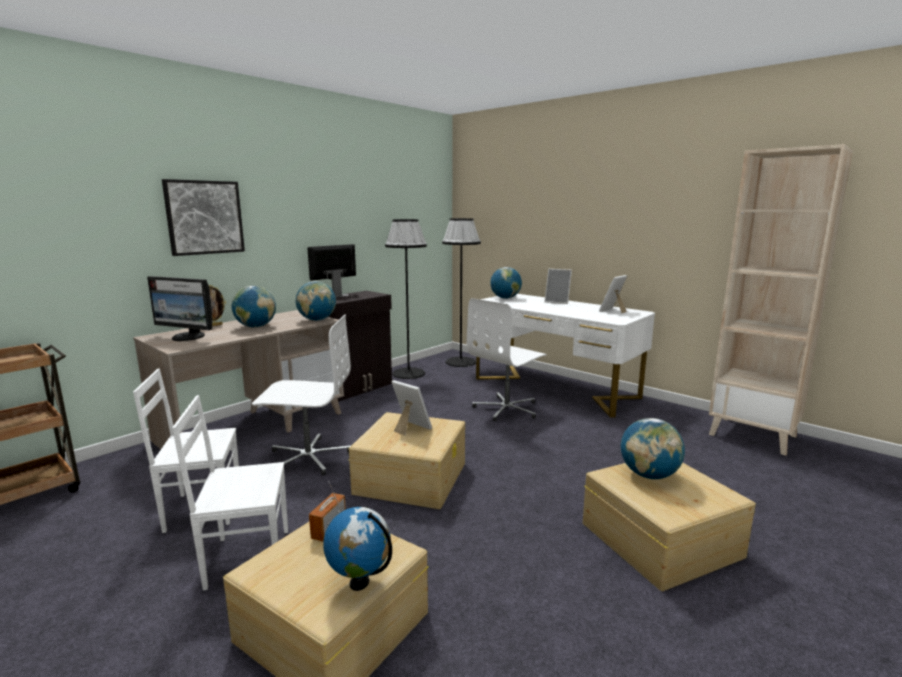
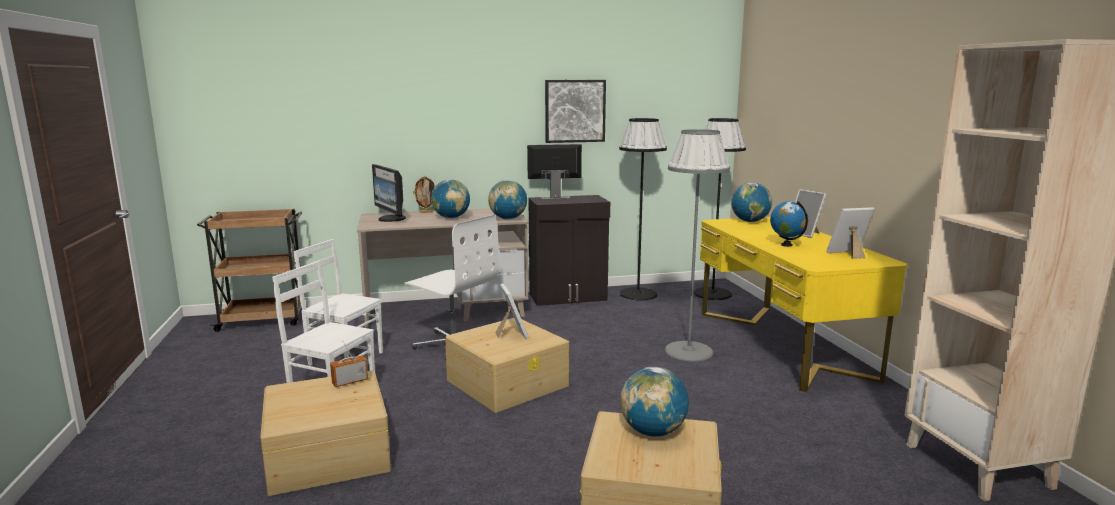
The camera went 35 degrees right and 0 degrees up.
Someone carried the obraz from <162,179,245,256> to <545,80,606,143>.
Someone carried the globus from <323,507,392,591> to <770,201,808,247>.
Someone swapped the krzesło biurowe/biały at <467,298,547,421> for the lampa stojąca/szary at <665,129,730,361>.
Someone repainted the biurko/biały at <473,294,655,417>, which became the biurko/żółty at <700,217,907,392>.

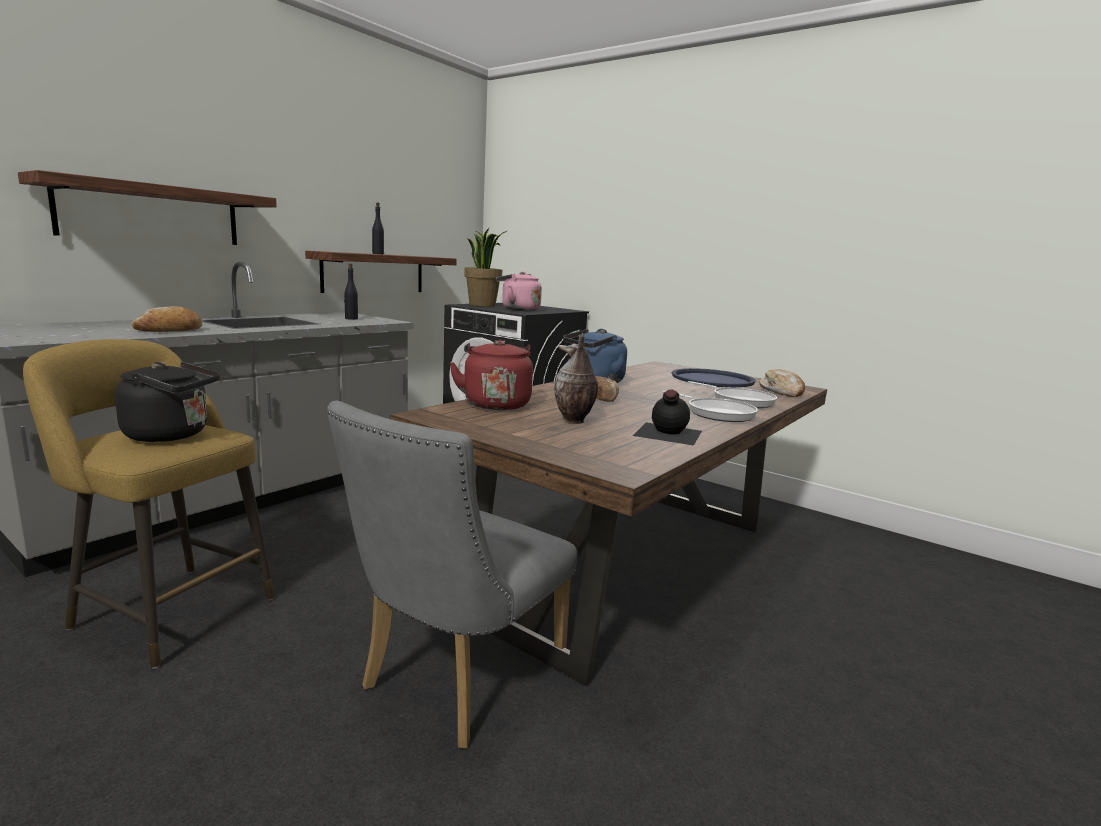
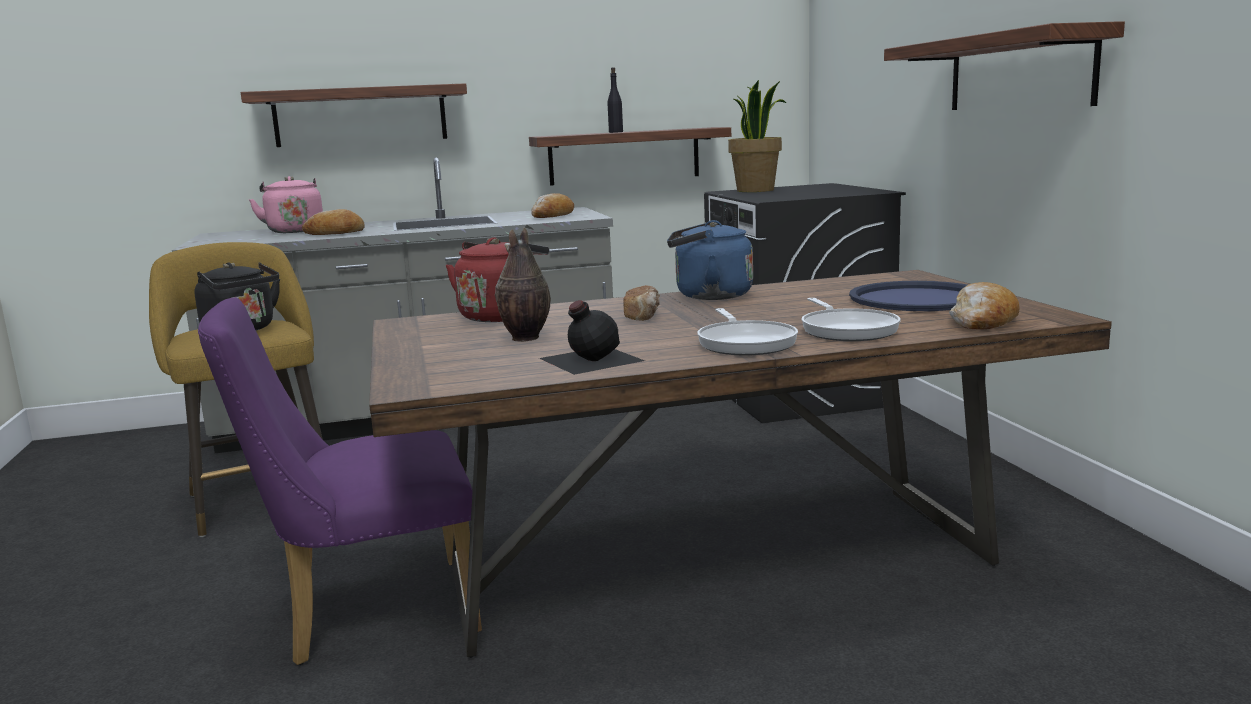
The camera went 40 degrees right and 0 degrees up.
Someone put up the półka at <884,21,1125,110>.
Someone carried the czajnik/różowy from <496,271,542,311> to <249,176,323,233>.
Someone swapped the butelka/czarny at <344,263,358,320> for the chleb at <531,193,574,218>.
Someone repainted the krzesło/szary at <327,401,577,749>, which became the krzesło/fioletowy at <198,297,482,665>.

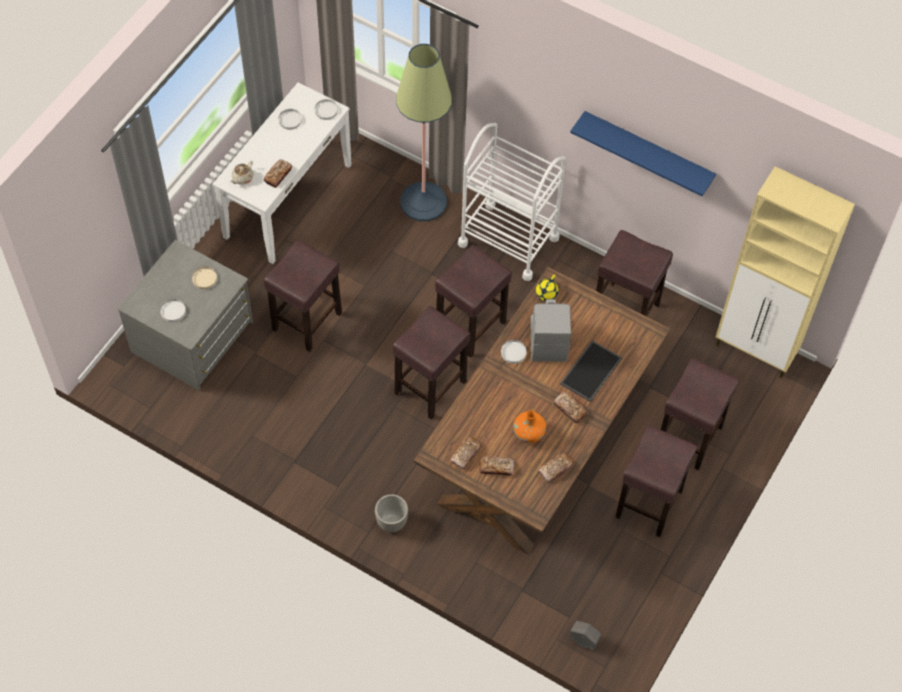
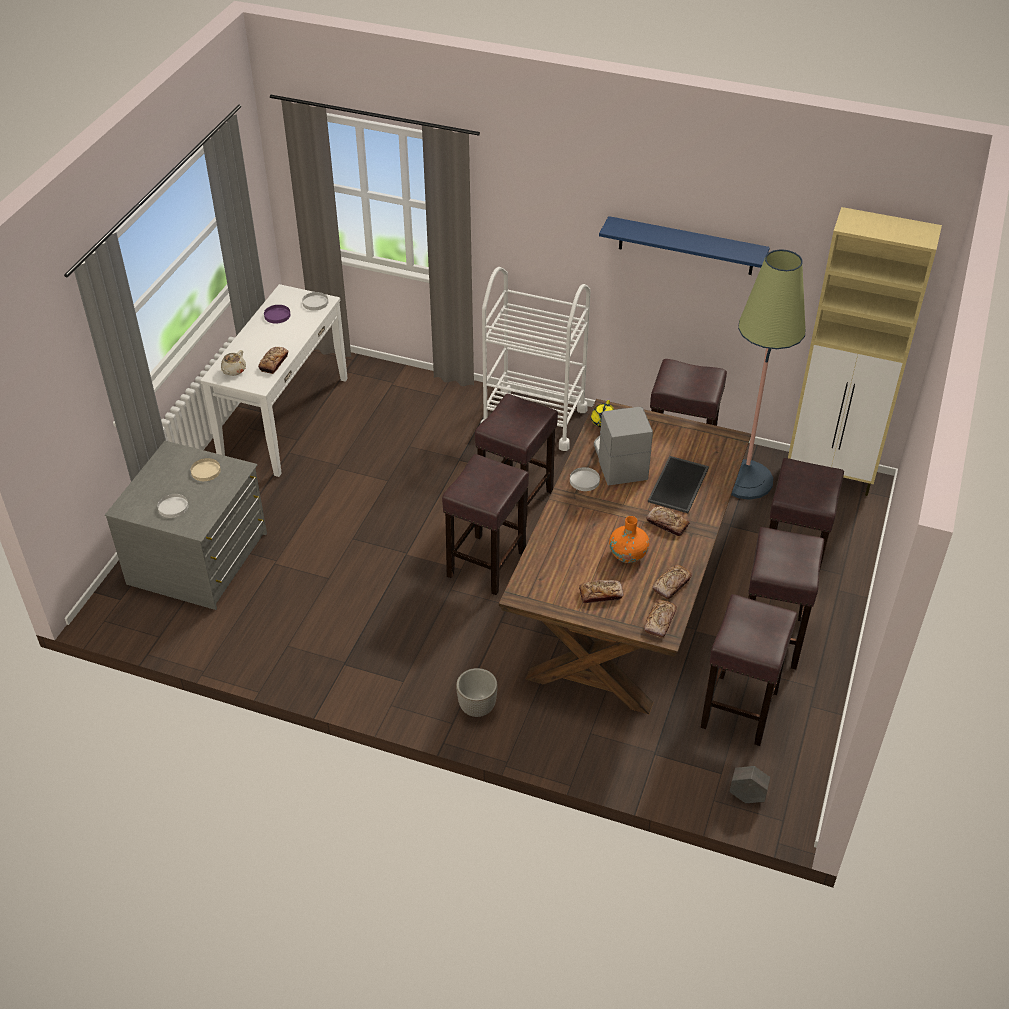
The camera went 10 degrees left and 15 degrees down.
Someone carried the stołek/brązowy from <264,240,342,352> to <700,594,798,746>.
Someone carried the lampa stojąca from <396,44,452,221> to <731,249,806,500>.
Someone carried the chleb from <450,436,482,469> to <644,599,677,638>.
Someone repainted the talerz/biały at <278,109,302,130>, which became the talerz/fioletowy at <264,305,291,324>.

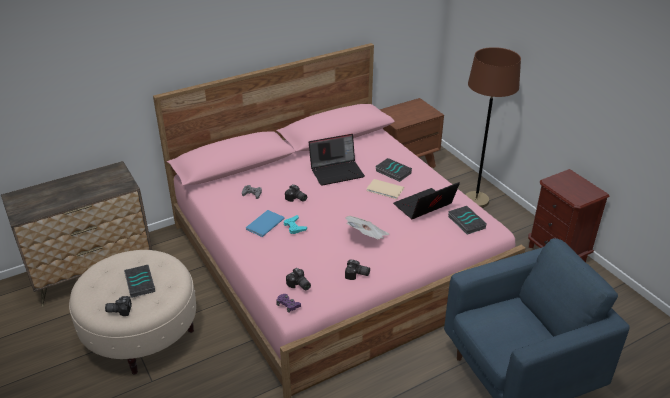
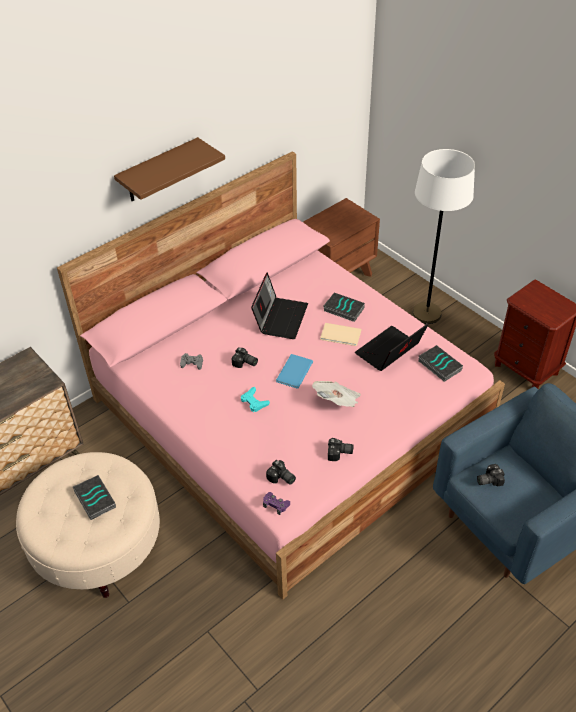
The camera went 10 degrees left and 10 degrees up.
Someone put up the półka/brązowy at <114,137,225,201>.
Someone carried the aparat fotograficzny from <105,296,132,316> to <477,464,505,486>.
Someone carried the książka/niebieski from <246,210,285,237> to <276,354,313,389>.
Someone repainted the lampa stojąca/brązowy at <465,47,521,208>, which became the lampa stojąca/biały at <412,149,475,324>.
Someone rotated the laptop at <309,134,365,186> by 45 degrees counterclockwise.

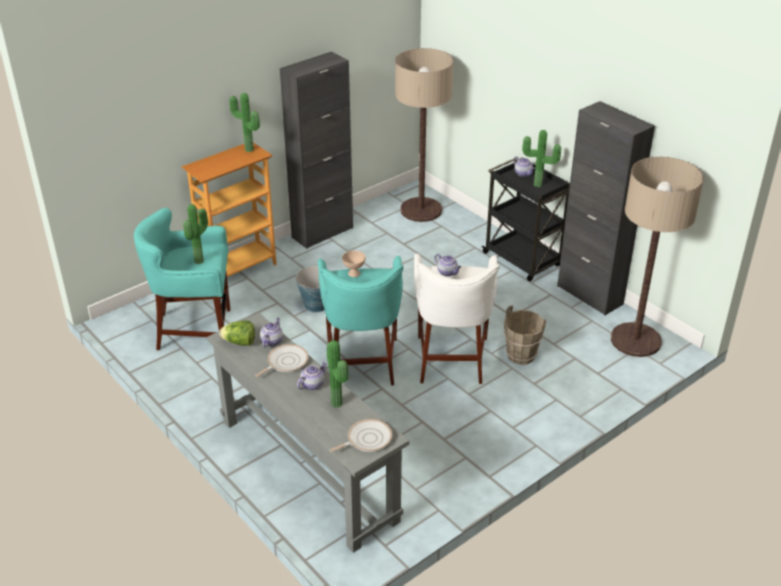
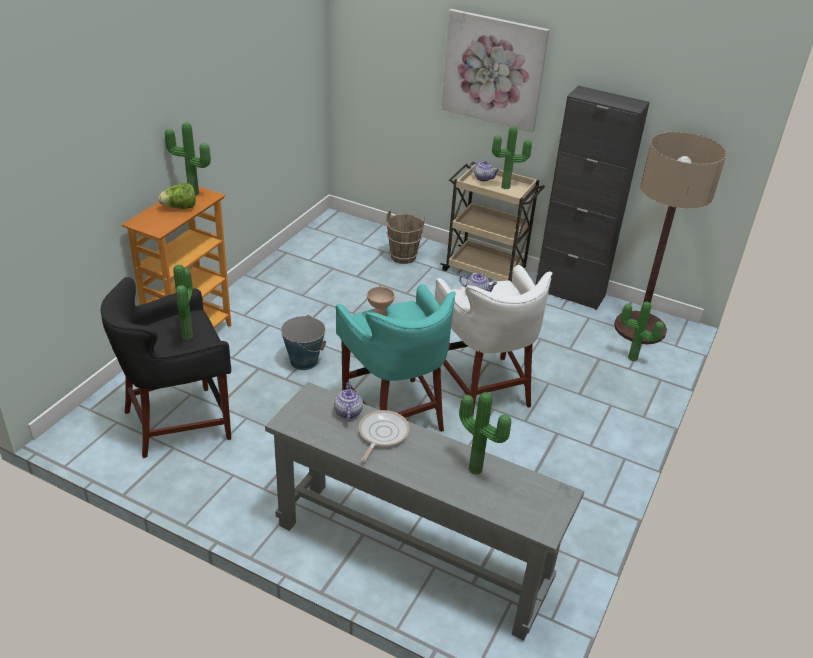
The camera went 25 degrees left and 0 degrees up.
Someone took away the szafka/czarny at <280,51,353,249>.
Someone took away the imbryk at <297,362,327,390>.
Someone took away the patelnia at <330,419,392,452>.
Someone took away the lampa stojąca at <395,48,454,222>.
Someone put up the obraz at <441,9,549,133>.
Someone put down the roślina doniczkowa at <621,302,664,361>.
Someone carried the sałata from <219,320,255,346> to <158,183,196,209>.
Someone carried the wiadro/brązowy from <504,306,546,365> to <386,211,425,264>.
Someone repainted the stołek/turkusowy at <134,208,230,350>, which became the stołek/czarny at <101,277,231,458>.
Someone repainted the wózek/czarny at <481,157,570,281>, which became the wózek/beżowy at <441,162,545,282>.

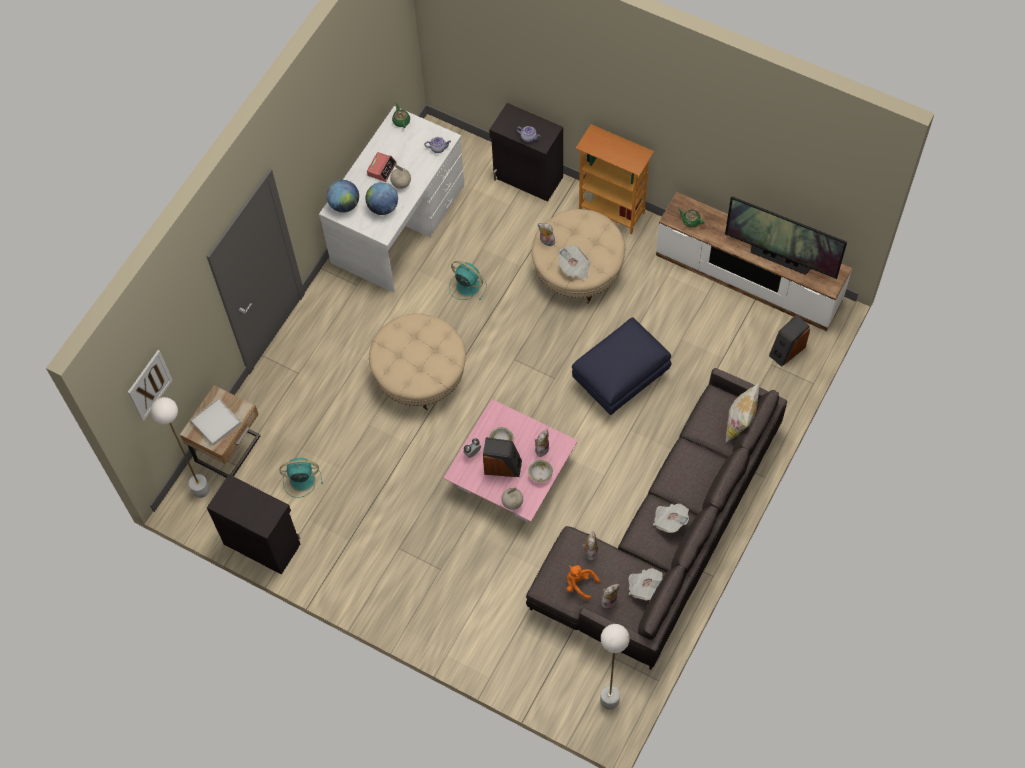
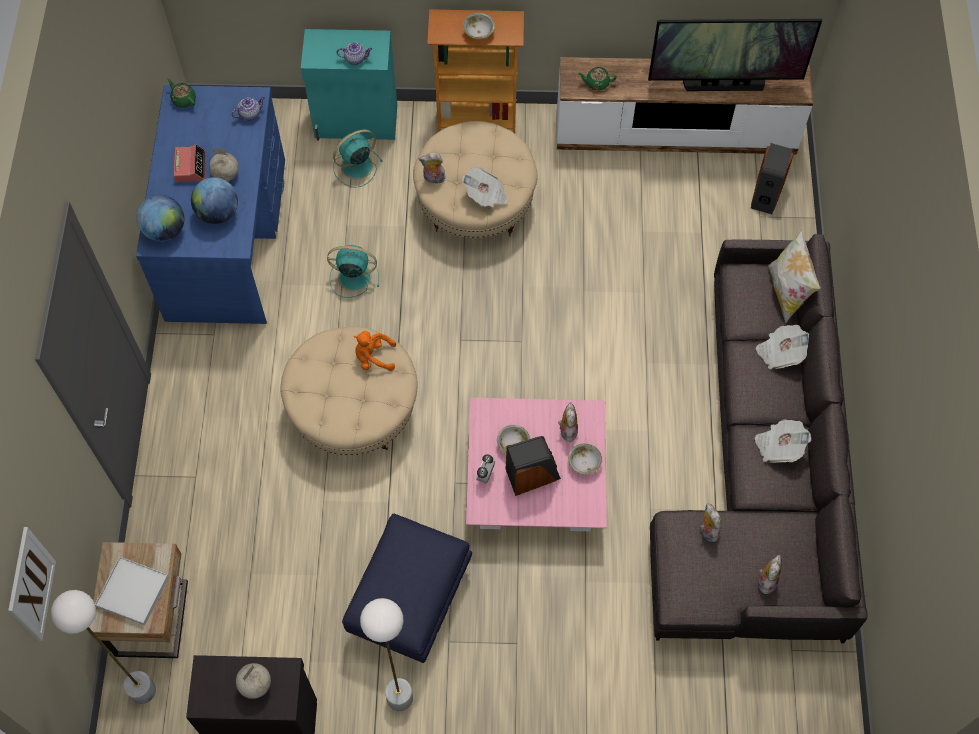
The camera went 30 degrees left and 0 degrees up.
Someone put down the miska at <463,13,495,39>.
Someone carried the wentylator/turkusowy from <280,458,323,498> to <333,129,383,188>.
Someone carried the globus from <502,488,523,510> to <236,663,271,699>.
Someone carried the pluszak/pomarańczowy from <566,565,600,600> to <354,331,396,371>.
Someone carried the pufa/niebieski from <572,318,672,415> to <342,514,472,663>.
Someone carried the lampa stojąca/biały from <600,624,630,710> to <360,598,413,711>.
Someone carried the gazeta from <629,568,663,600> to <756,325,809,369>.
Someone repainted the biurko/biały at <319,106,464,293>, which became the biurko/niebieski at <136,85,285,324>.
Someone repainted the szafka/czarny at <489,103,563,202>, which became the szafka/turkusowy at <301,29,397,140>.

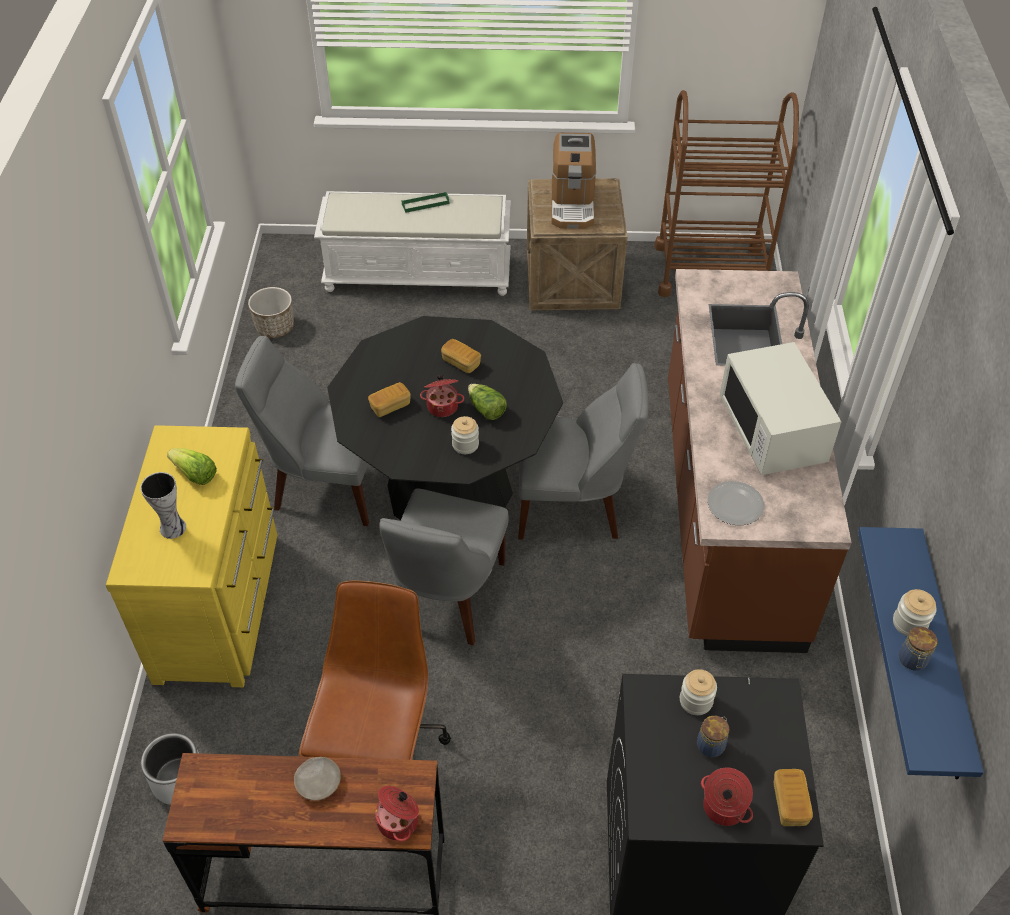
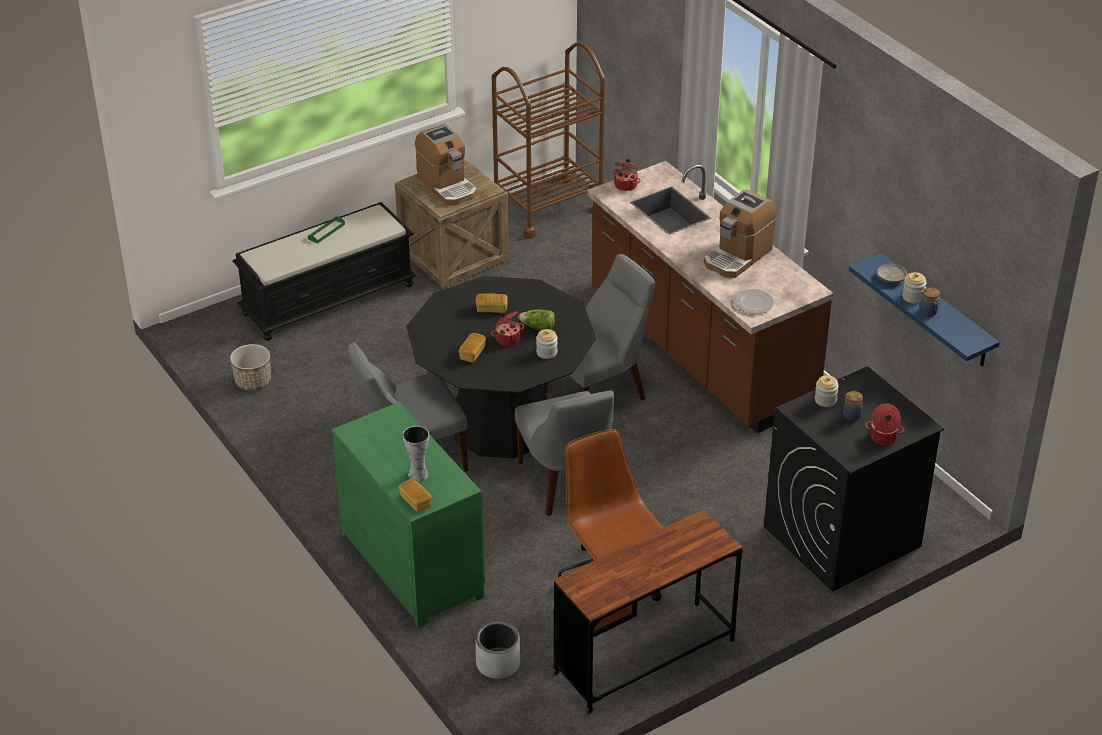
The camera went 35 degrees left and 10 degrees down.
Someone took away the sałata at <167,448,217,485>.
Someone carried the talerz/beżowy from <294,757,341,801> to <877,264,907,283>.
Someone carried the garnek from <374,786,419,842> to <612,159,641,191>.
Someone carried the chleb from <774,769,813,826> to <399,479,432,512>.
Someone swapped the mikrofalówka/biały at <720,342,842,475> for the ekspres do kawy at <704,189,777,278>.
Someone repainted the komoda/żółty at <105,425,277,687>, which became the komoda/zielony at <331,402,485,628>.
Someone repainted the ławka/biały at <314,191,511,296>, which became the ławka/czarny at <232,202,416,341>.

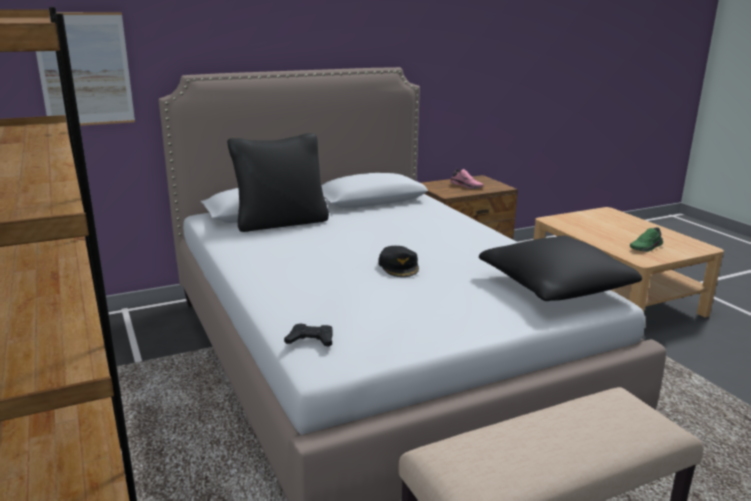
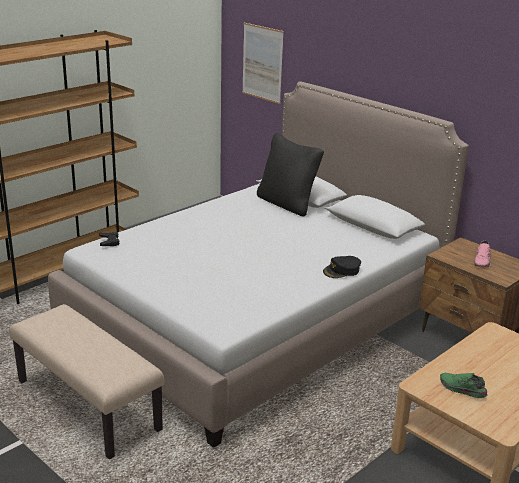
The camera went 70 degrees right and 5 degrees up.
Someone took away the poduszka/czarny at <479,236,642,301>.
Someone carried the czapka z daszkiem/czarny from <379,246,419,277> to <323,256,361,278>.

